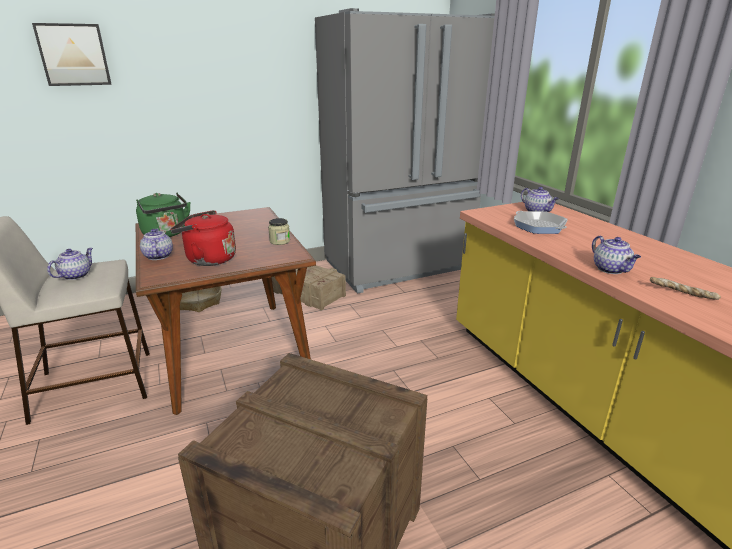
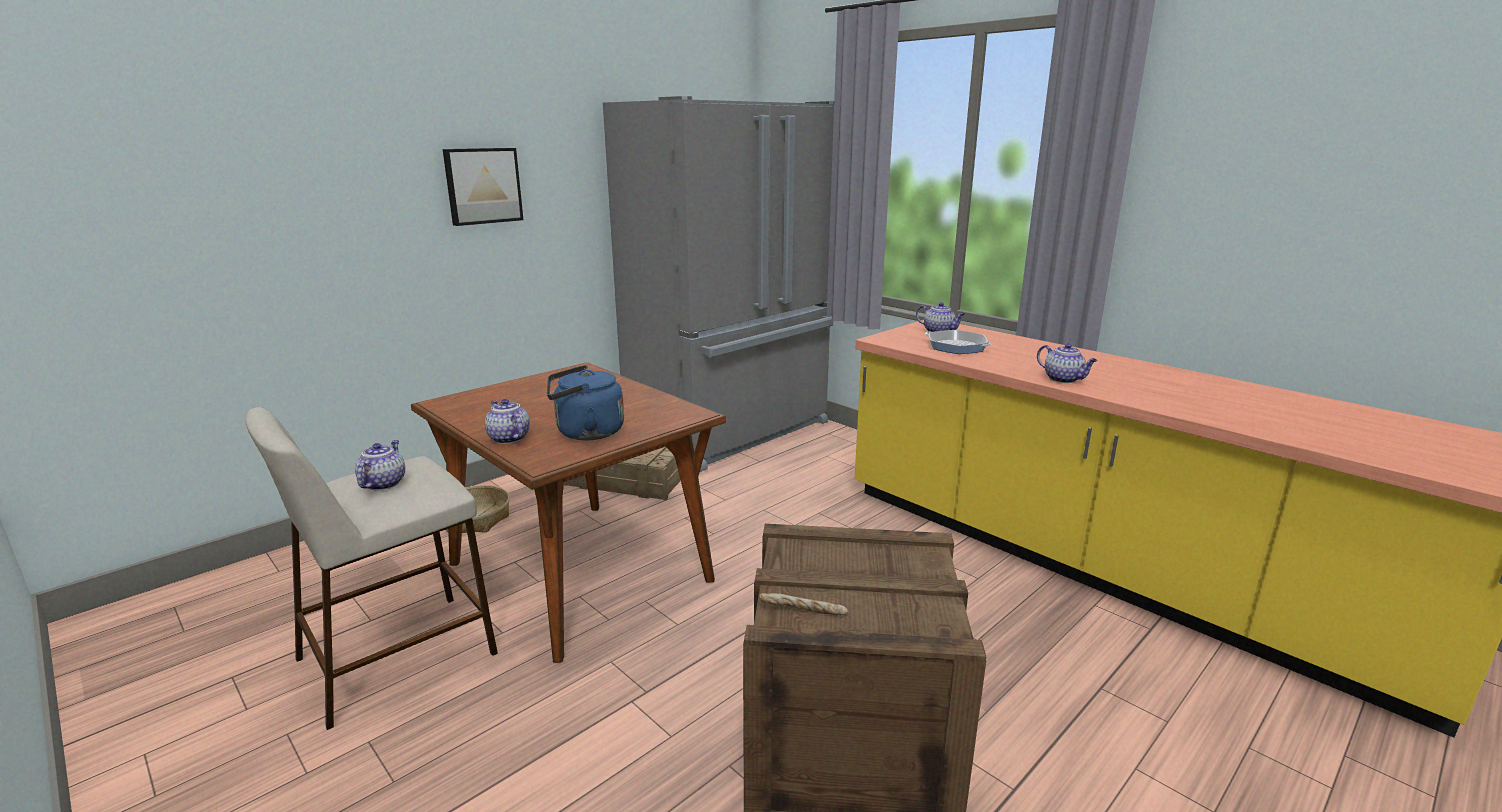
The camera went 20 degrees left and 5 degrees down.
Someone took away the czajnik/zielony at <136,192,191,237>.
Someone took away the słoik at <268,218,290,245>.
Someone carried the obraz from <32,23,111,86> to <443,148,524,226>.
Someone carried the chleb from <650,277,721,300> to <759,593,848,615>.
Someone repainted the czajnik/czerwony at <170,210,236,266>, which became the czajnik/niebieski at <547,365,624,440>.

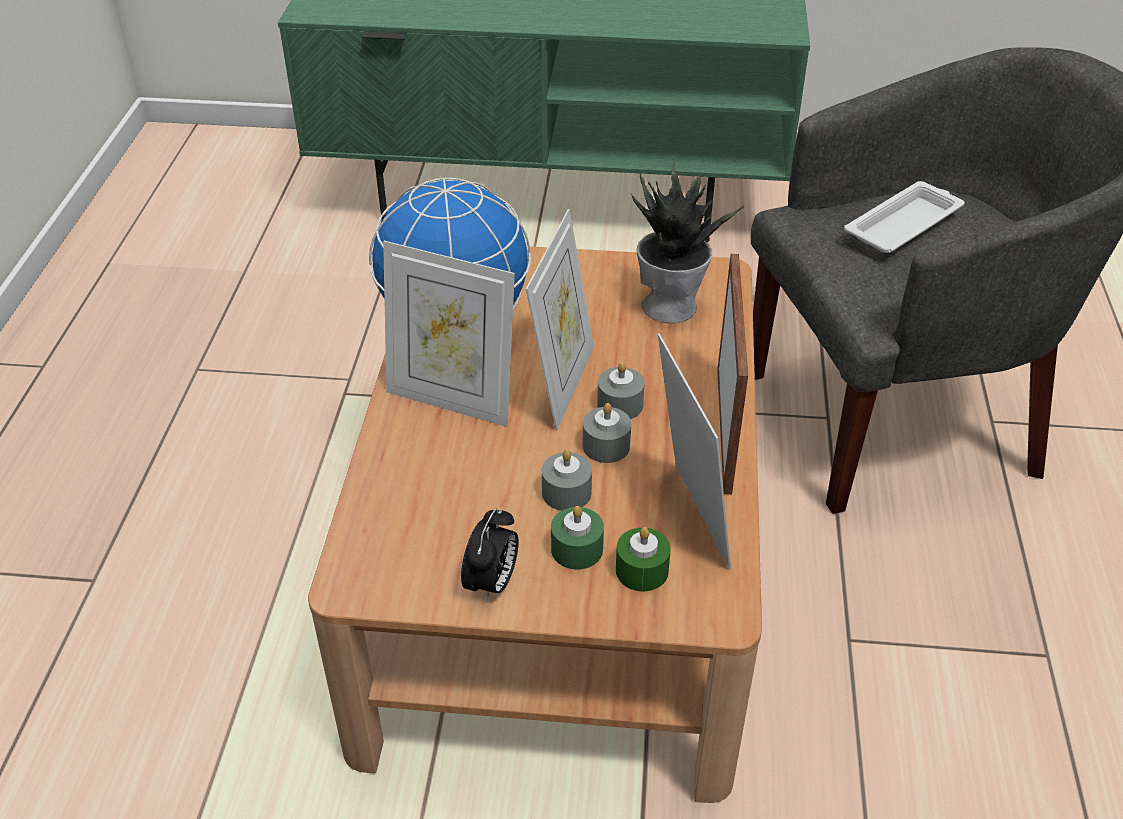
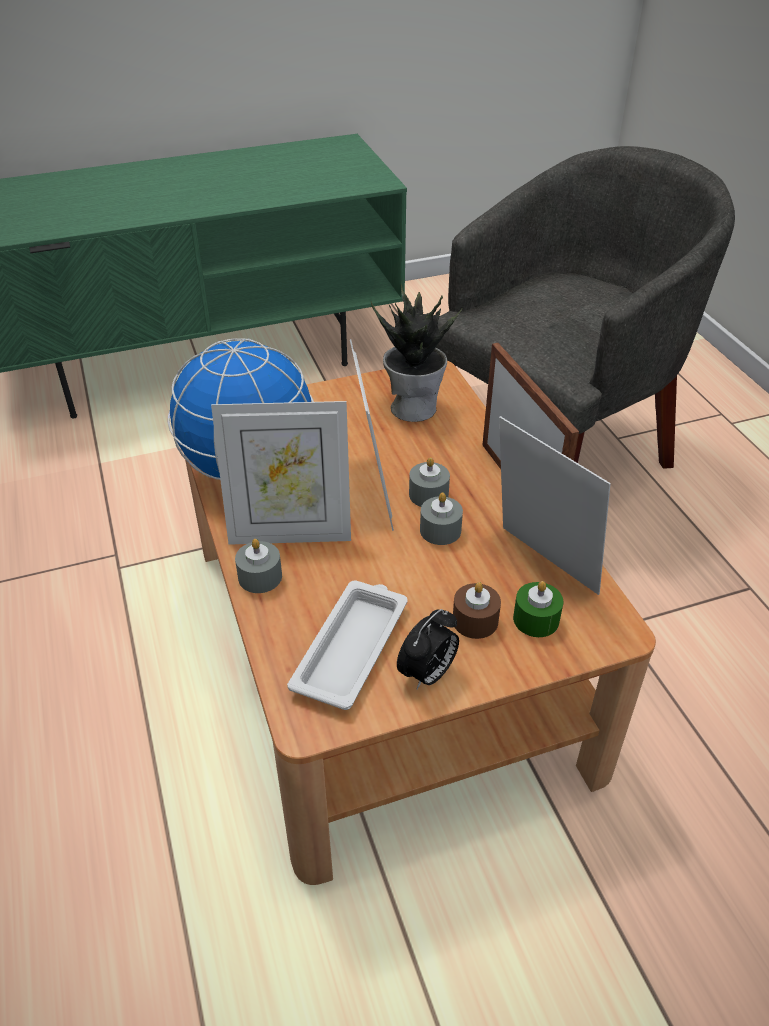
The camera went 25 degrees left and 0 degrees up.
Someone carried the świeca/szary from <542,449,592,511> to <235,539,282,593>.
Someone carried the taca/biały from <844,181,965,253> to <287,580,408,710>.
Someone repainted the świeca/zielony at <551,506,604,569>, which became the świeca/brązowy at <453,582,501,639>.
Someone rotated the budzik at <461,508,519,603> by 45 degrees clockwise.

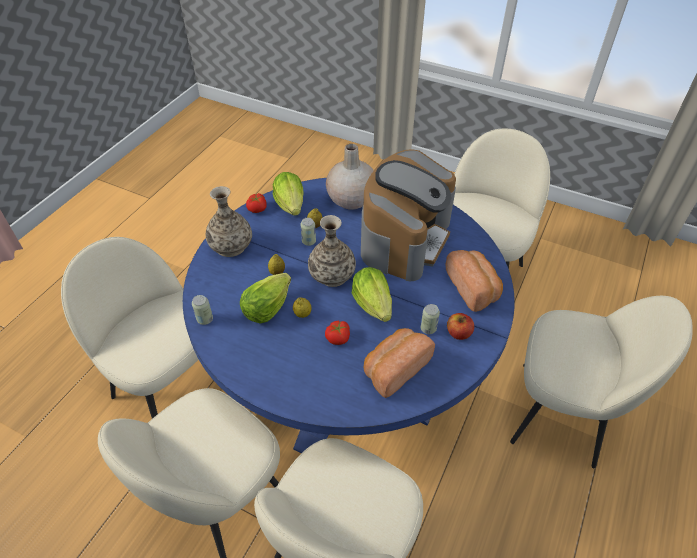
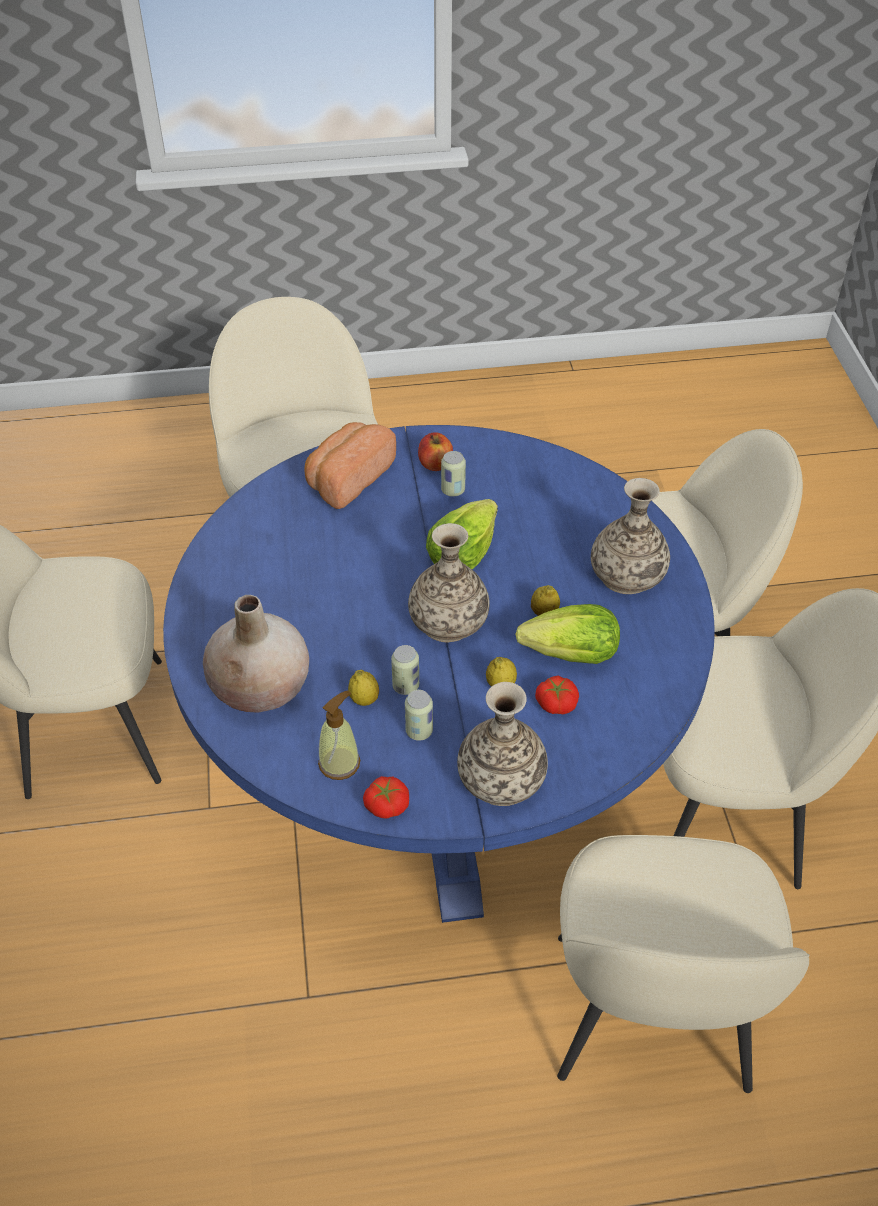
The camera went 125 degrees left and 0 degrees up.
Someone took away the ekspres do kawy at <361,150,456,282>.
Someone took away the chleb at <364,328,435,398>.
Someone put down the wazon at <591,478,670,594>.
Someone carried the puszka from <192,295,213,325> to <405,690,433,741>.
Someone carried the pomidor from <325,321,350,345> to <535,676,579,714>.
Someone swapped the sałata at <273,172,304,216> for the dozownik mydła at <318,690,360,780>.

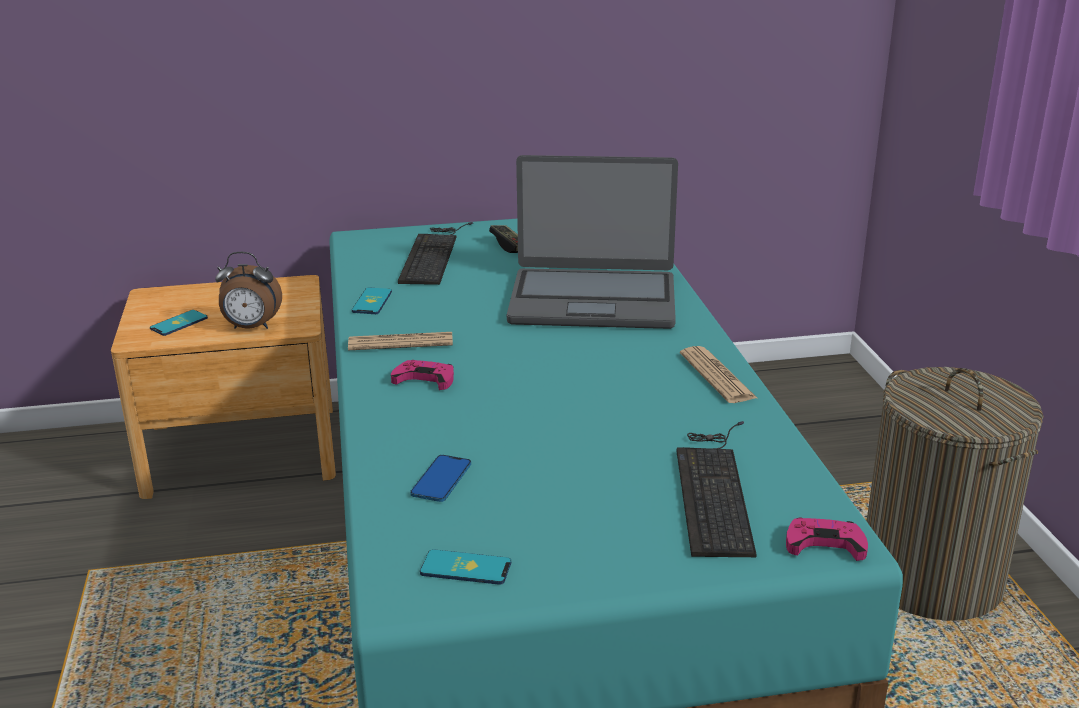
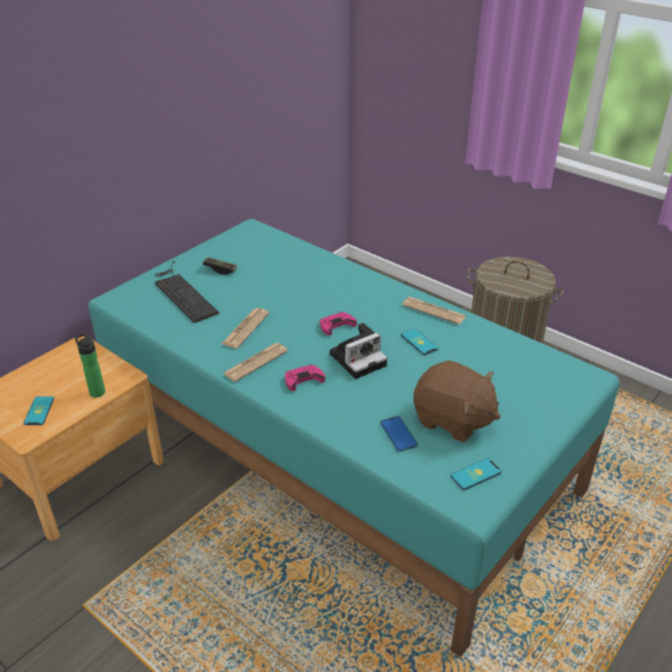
The camera went 40 degrees left and 10 degrees up.
Someone took away the laptop at <507,155,678,329>.
Someone took away the klawiatura at <676,421,757,557>.
Someone put down the gazeta at <222,308,269,348>.
Someone put down the aparat fotograficzny at <330,323,387,379>.
Someone put down the pluszak/brązowy at <413,360,500,442>.
Someone carried the telefon from <352,287,392,314> to <401,329,438,355>.
Someone carried the pad do gier/różowy from <786,517,868,561> to <319,312,357,335>.
Someone swapped the budzik at <215,252,282,329> for the butelka at <75,333,105,398>.

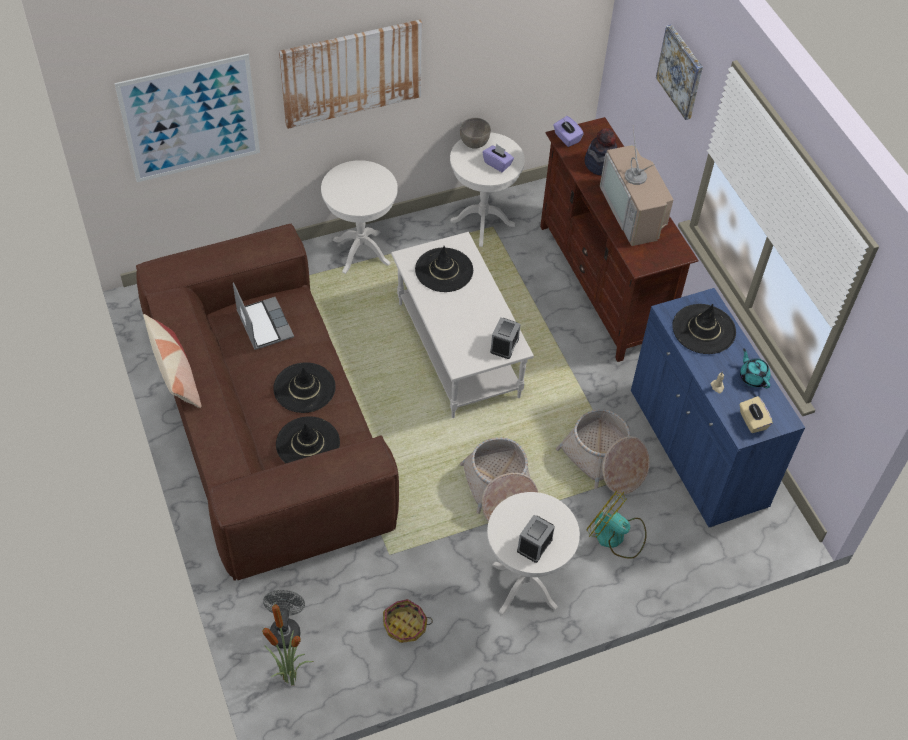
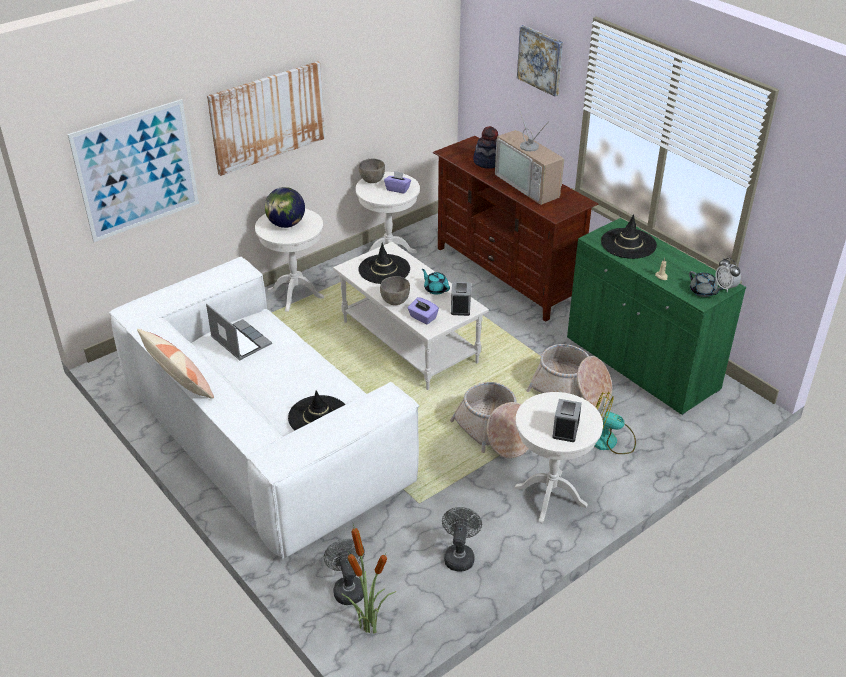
The camera went 15 degrees left and 15 degrees down.
Someone took away the kapelusz/czarny at <273,362,336,413>.
Someone put down the globus at <265,187,305,228>.
Someone put down the miska/szary at <380,276,410,305>.
Someone put down the budzik at <715,258,741,292>.
Someone carried the pudełko chusteczek/fioletowy from <553,116,584,147> to <408,297,439,324>.
Someone carried the imbryk/turkusowy from <740,348,771,388> to <422,269,450,295>.
Someone swapped the koszyk at <383,599,433,643> for the wentylator/szary at <442,507,482,571>.
Someone swapped the pudełko chusteczek/beżowy at <739,396,773,433> for the imbryk/szary at <689,271,723,297>.
Someone repainted the kanapa/brązowy at <136,223,399,581>, which became the kanapa/biały at <109,257,420,560>.
Someone repainted the szafka/niebieski at <631,288,805,528>, which became the szafka/zielony at <567,218,746,415>.

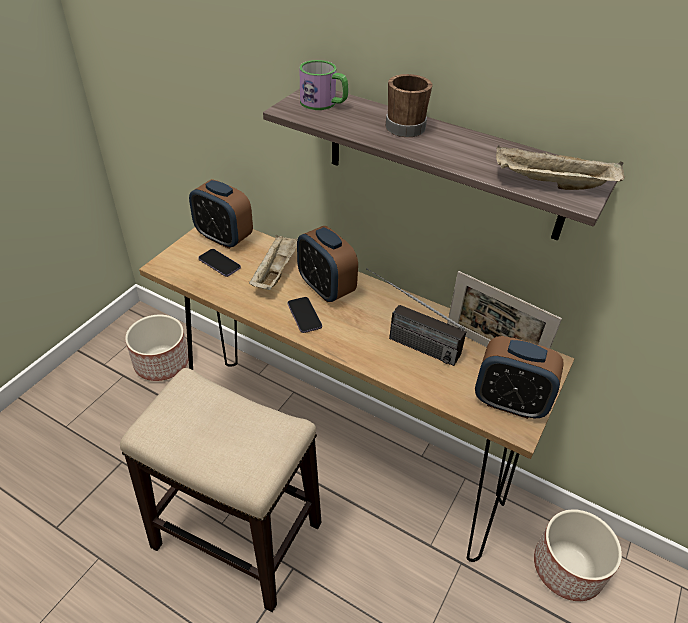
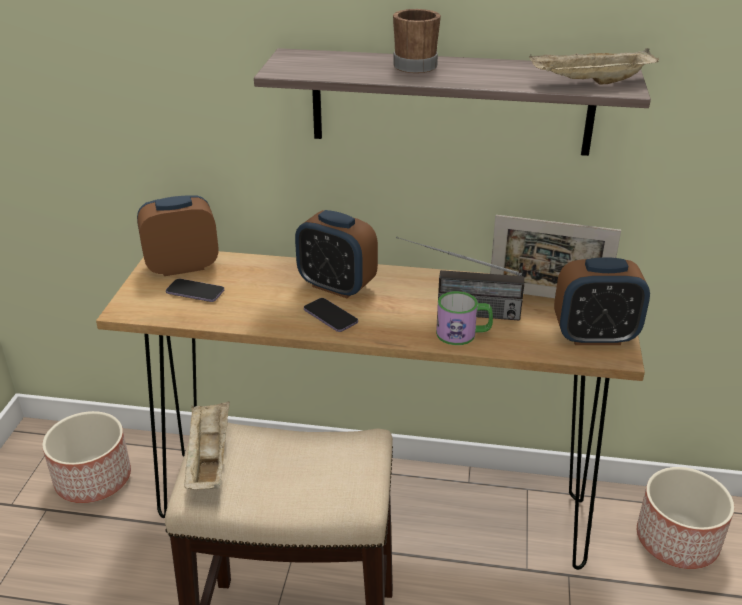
The camera went 20 degrees left and 10 degrees down.
Someone carried the taca/beżowy from <249,235,298,290> to <184,401,230,490>.
Someone carried the kubek from <299,60,348,110> to <436,291,493,345>.
Someone rotated the budzik at <189,179,253,249> by 150 degrees clockwise.

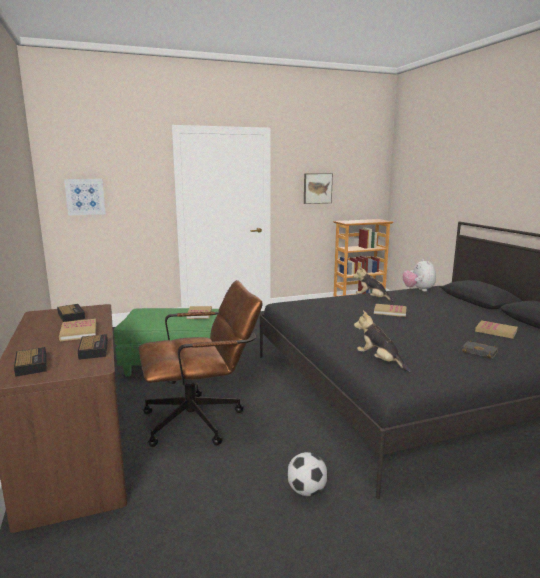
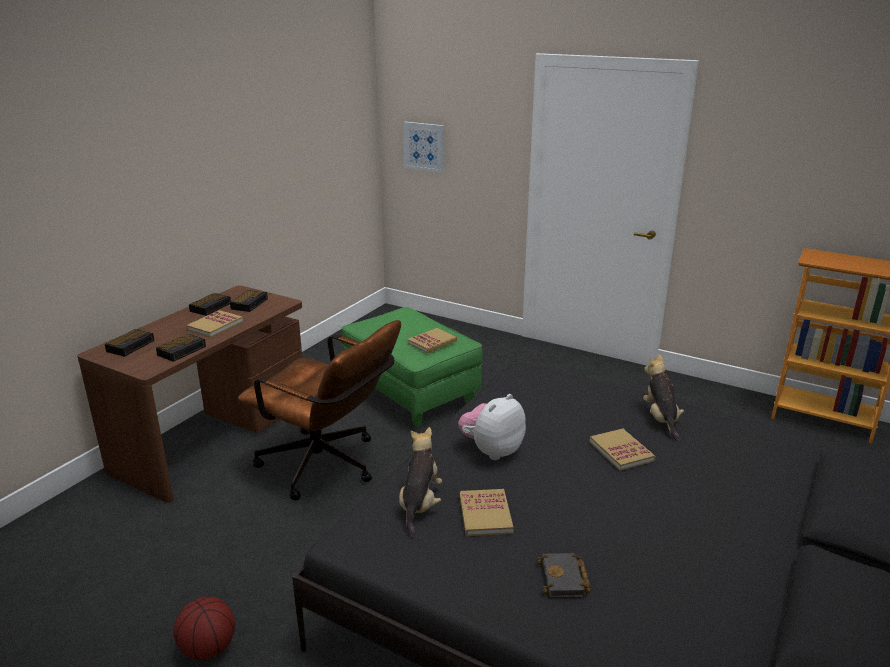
The camera went 50 degrees right and 10 degrees up.
Someone took away the piłka futbolowa at <287,452,328,496>.
Someone took away the obraz at <304,173,333,204>.
Someone put down the piłka do koszykówki at <174,597,235,660>.
Someone put down the budzik at <189,293,231,316>.
Someone carried the pluszak from <403,259,436,291> to <458,394,526,460>.
Someone carried the książka from <475,320,518,339> to <460,489,514,536>.

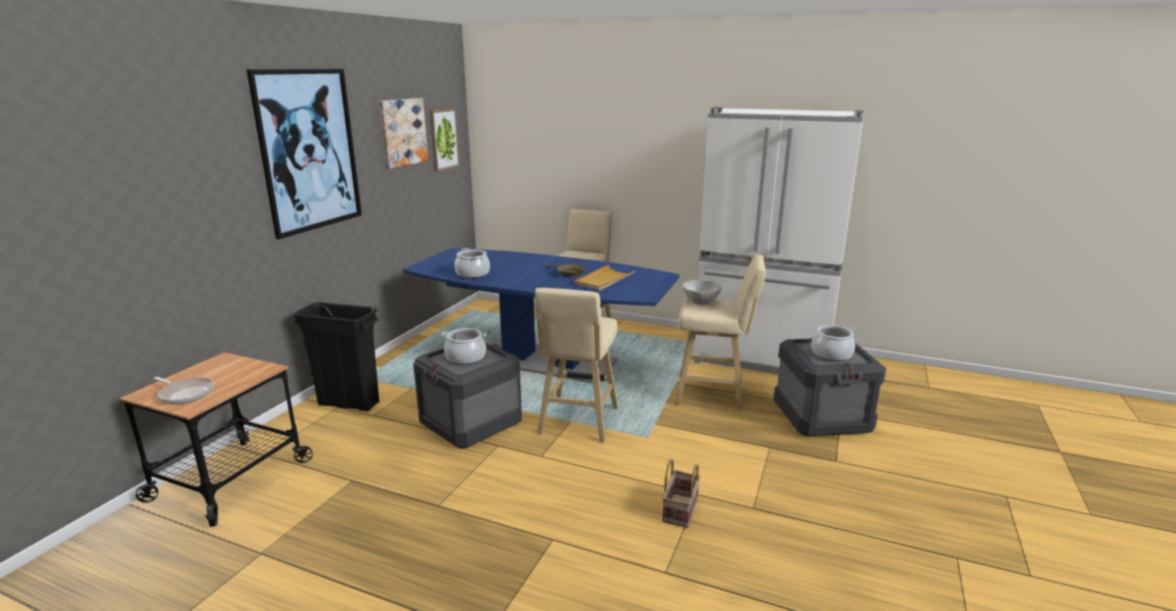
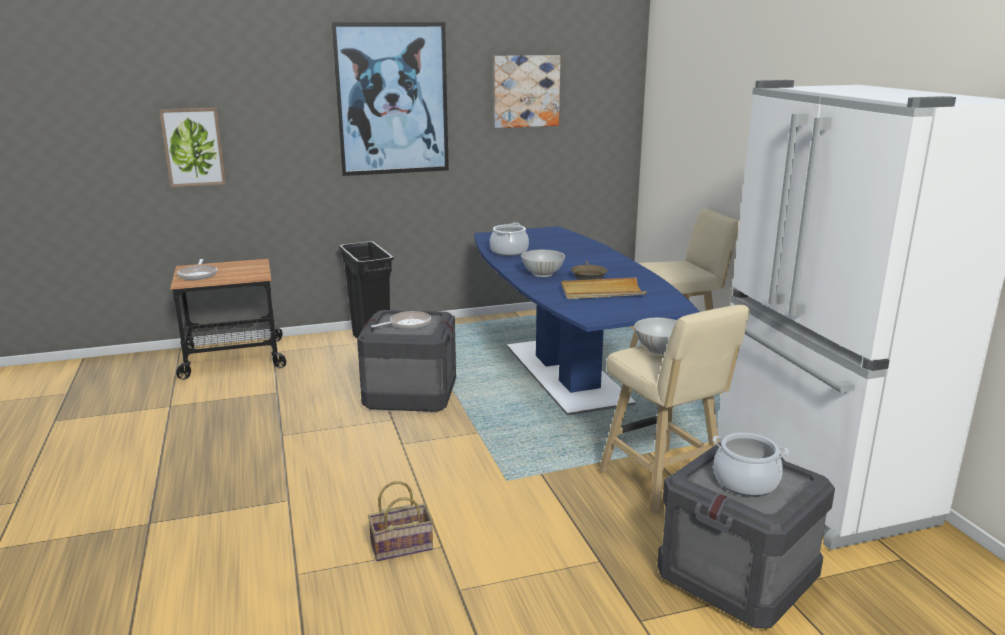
The camera went 50 degrees right and 0 degrees up.
Someone took away the stołek/beżowy at <535,288,618,442>.
Someone put down the miska/biały at <521,250,565,277>.
Someone carried the obraz from <430,108,460,172> to <159,108,226,187>.
Someone swapped the garnek at <441,328,487,365> for the patelnia at <371,311,431,329>.

